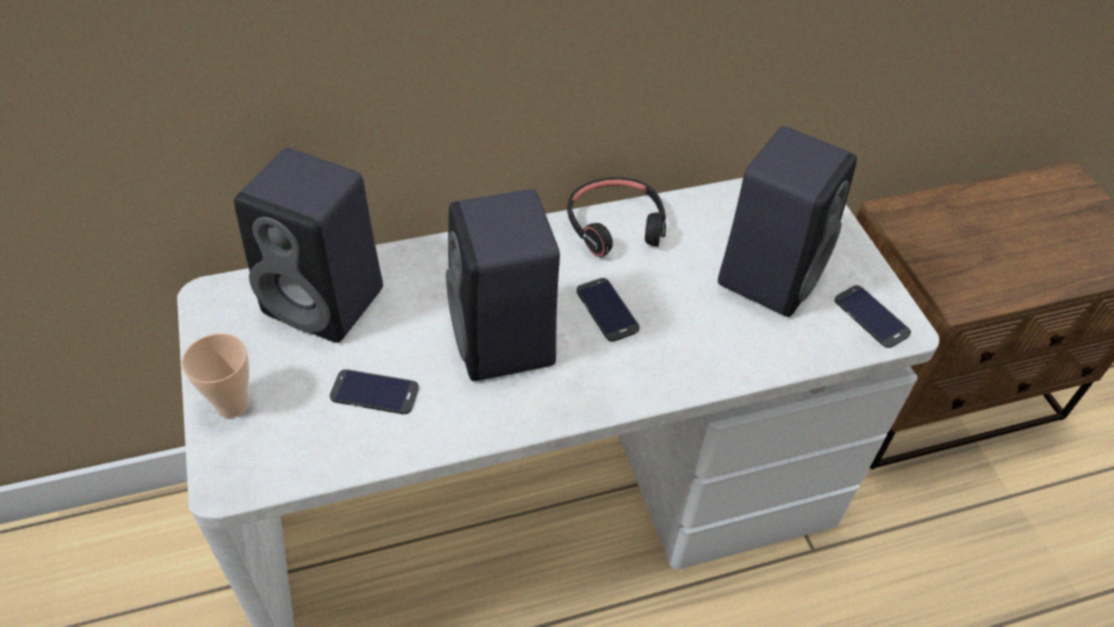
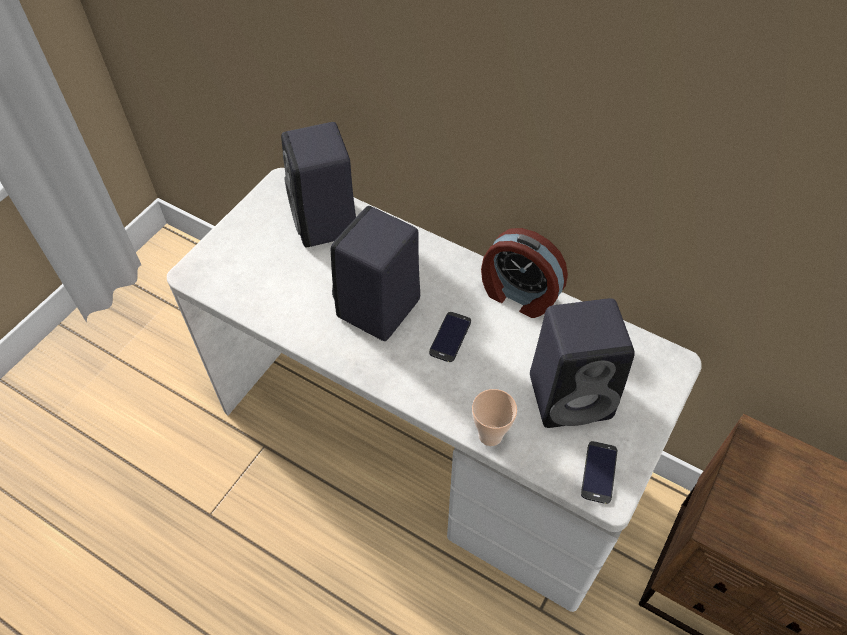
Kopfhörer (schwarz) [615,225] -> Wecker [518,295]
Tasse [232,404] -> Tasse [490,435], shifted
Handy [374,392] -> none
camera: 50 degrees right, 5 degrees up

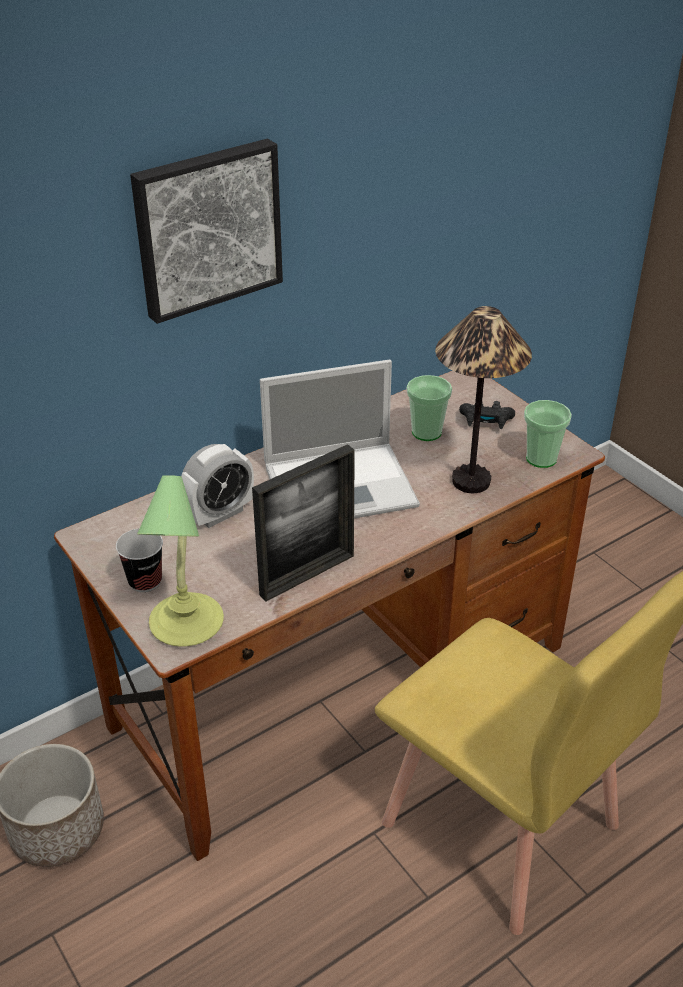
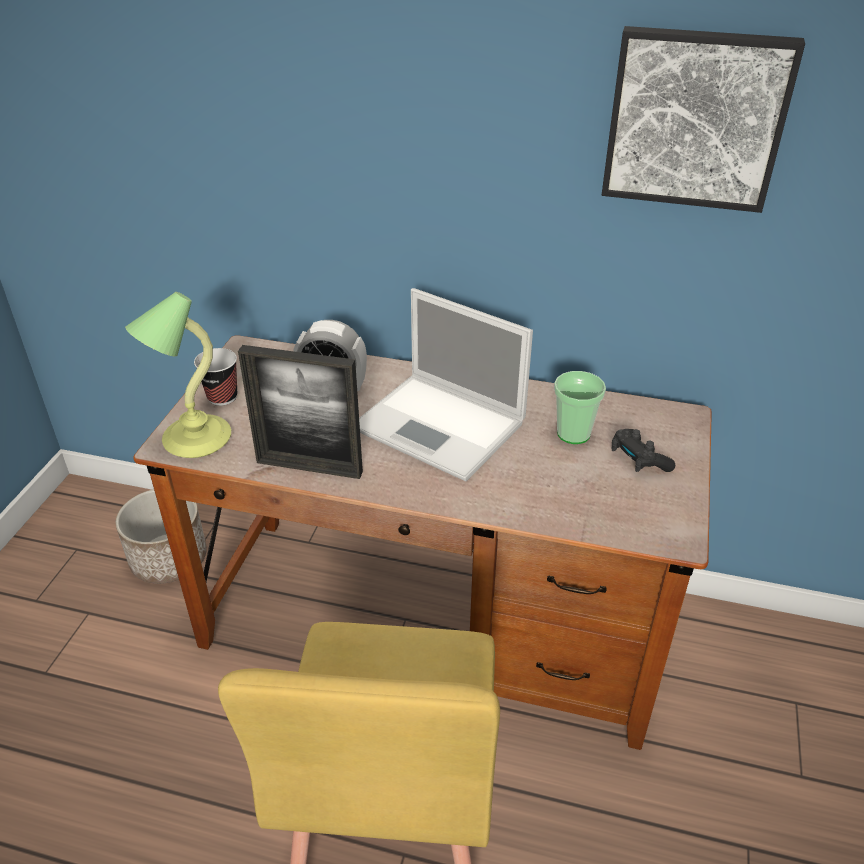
Bild [207,228] -> Bild [695,119], shifted
Tischlampe [471,482] -> none
Tasse [541,458] -> none
camera: 50 degrees right, 0 degrees up

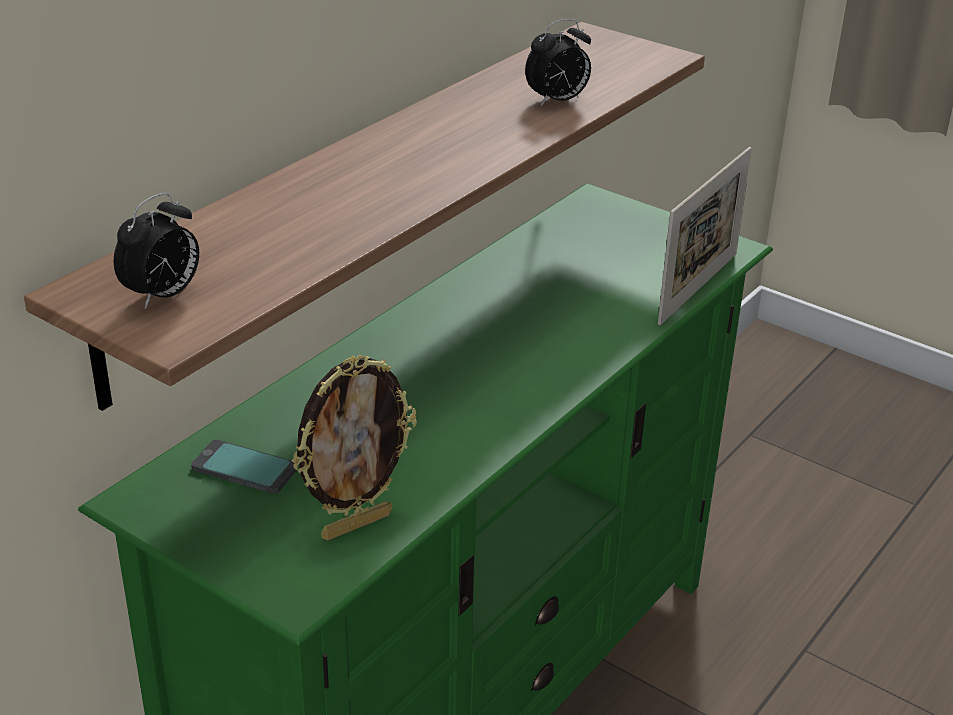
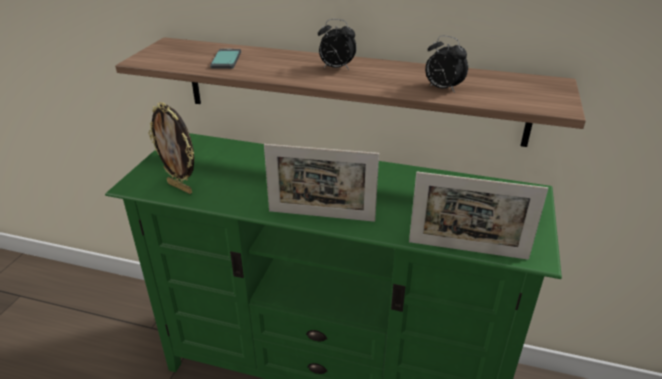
Wecker [163,296] -> Wecker [336,68], shifted
Handy [244,469] -> Handy [226,60], shifted
none -> Bilderrahmen [321,216]
camera: 70 degrees right, 0 degrees up

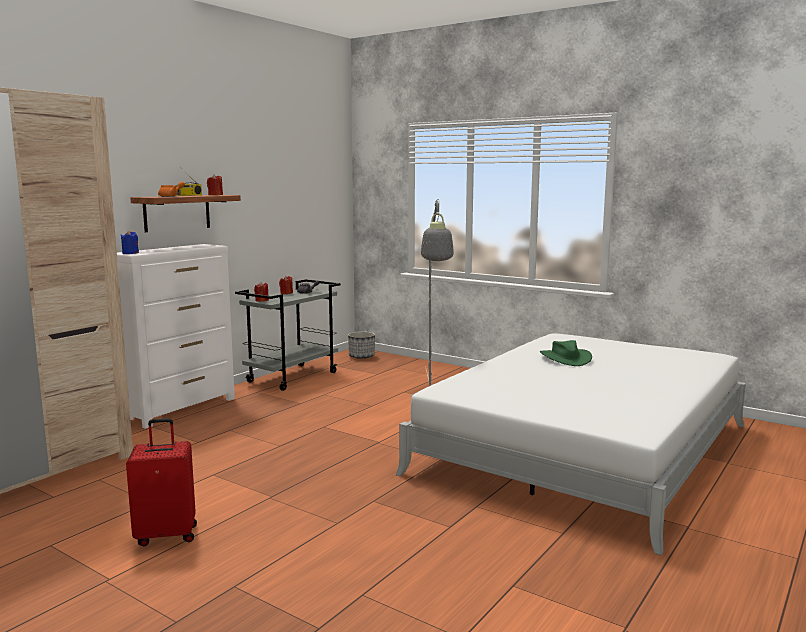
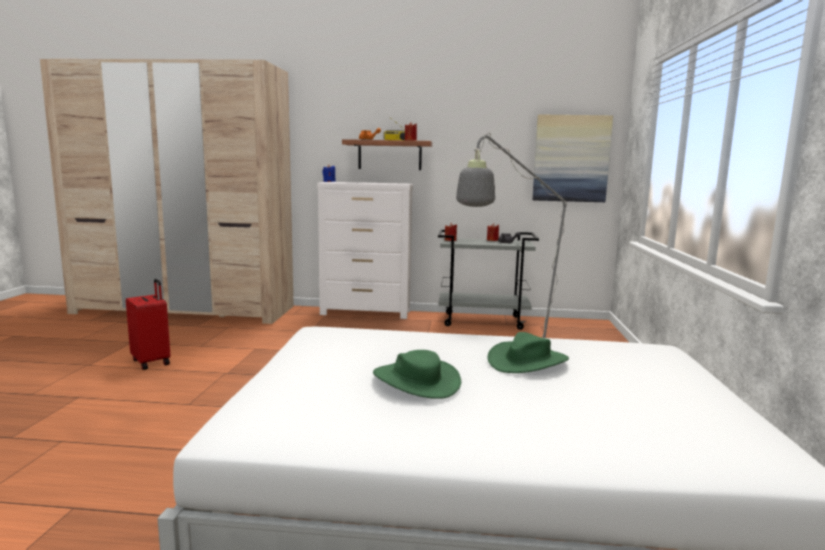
Pflanzkübel [361,356] -> none
none -> Bild [571,158]
none -> Hut (grün) [416,381]
camera: 60 degrees right, 0 degrees up

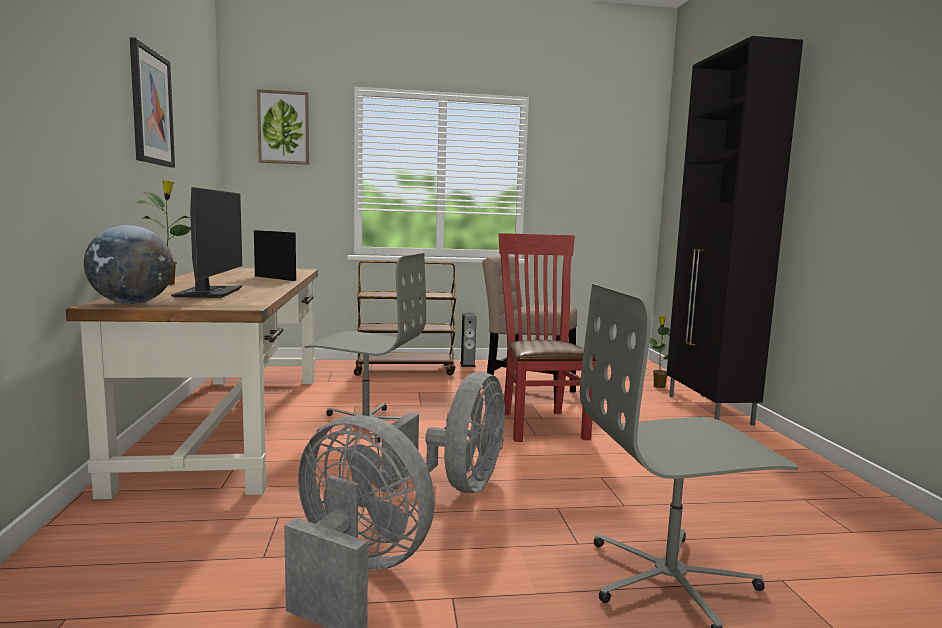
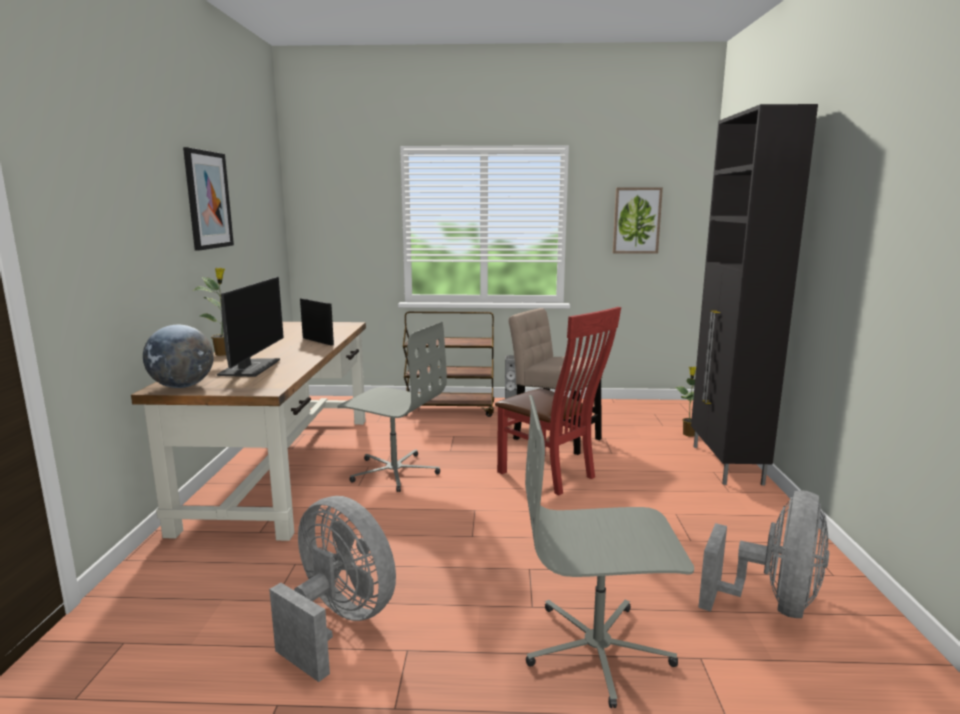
Bild [283,127] -> Bild [636,220], shifted
Stuhl (rot) [540,423] -> Stuhl (rot) [551,475], 135 degrees clockwise
Ventilator (grau) [458,486] -> Ventilator (grau) [772,604], shifted
camera: 10 degrees right, 5 degrees up

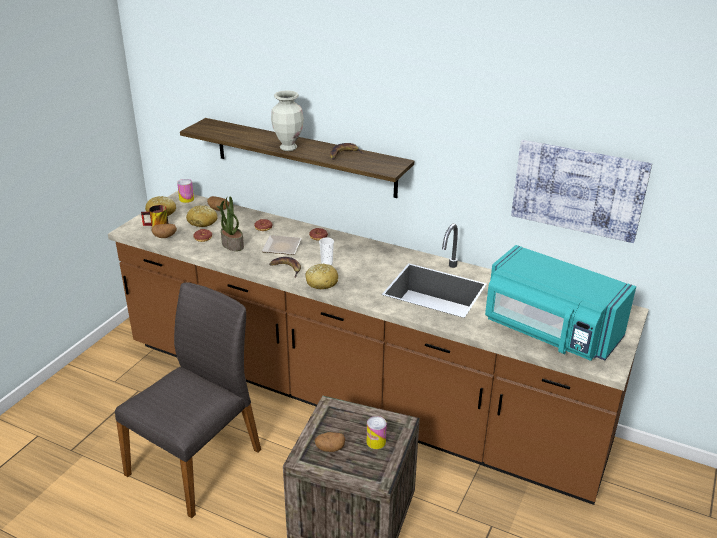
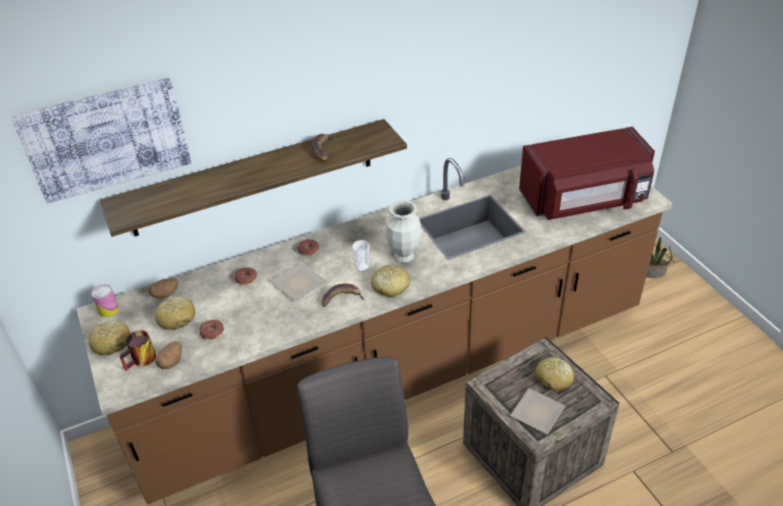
Vase [288,148] -> Vase [404,257], shifted
Bild [578,189] -> Bild [106,139], shifted
Topfpflanze [232,245] -> Topfpflanze [652,273], shifted
Mikrowelle (türkis) [549,332] -> Mikrowelle (rot) [584,201]
Dose [376,442] -> Brot [554,378]
Kartoffel [330,448] -> Teller [539,412]
camera: 50 degrees left, 10 degrees up

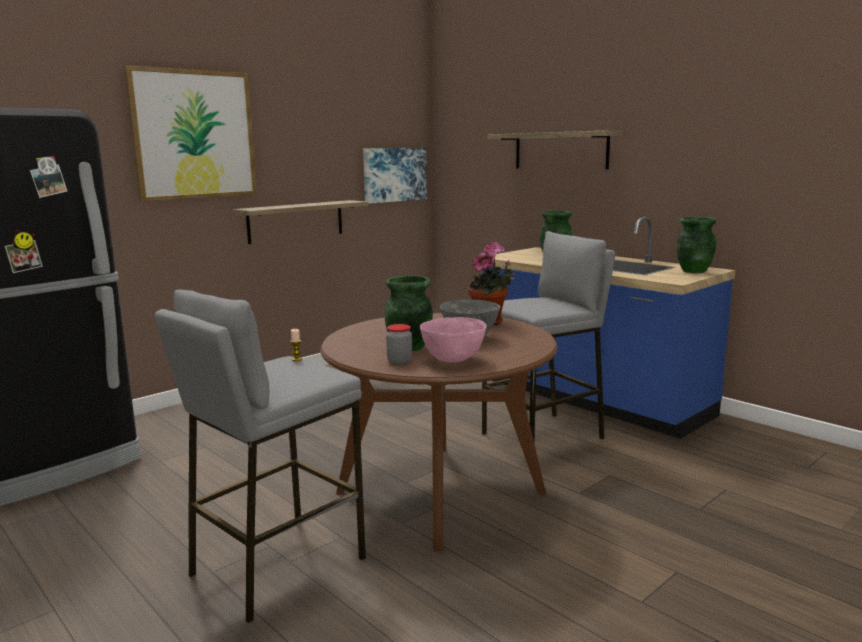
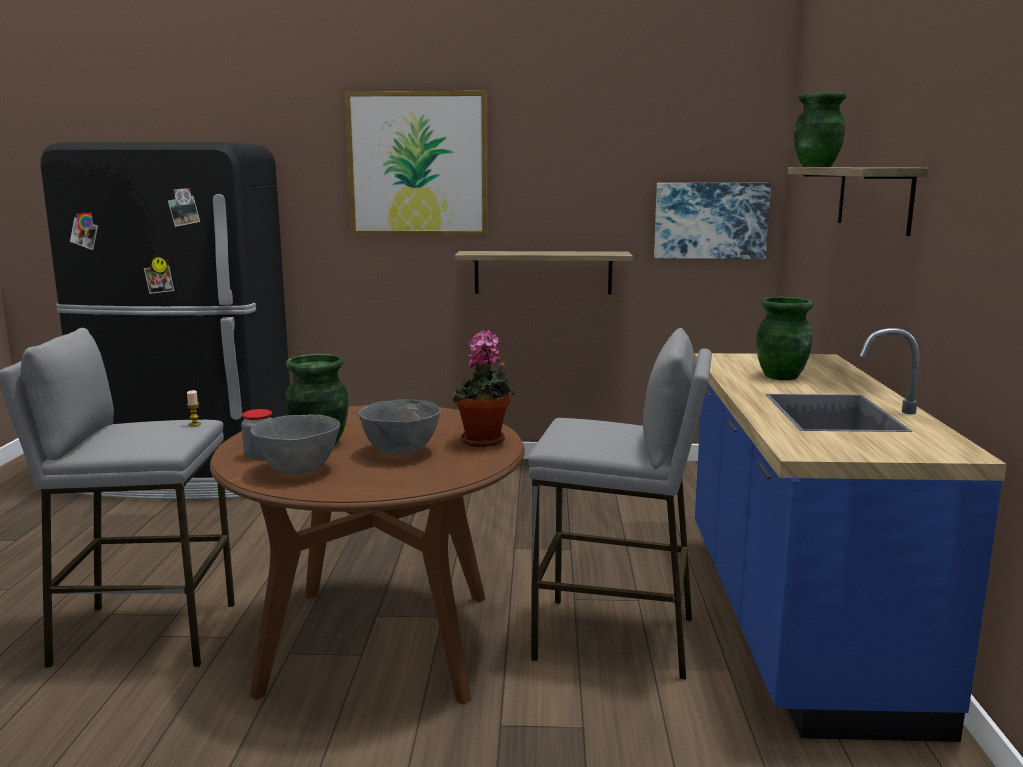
Vase (grün) [693,271] -> Vase (grün) [816,166], shifted
Schüssel (rosa) [452,360] -> Schüssel (grau) [298,470]
camera: 45 degrees right, 0 degrees up

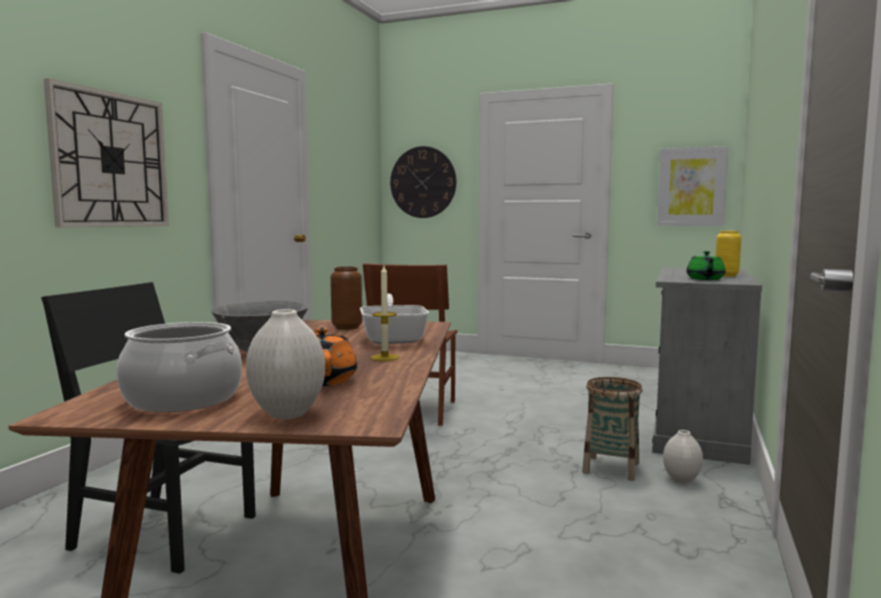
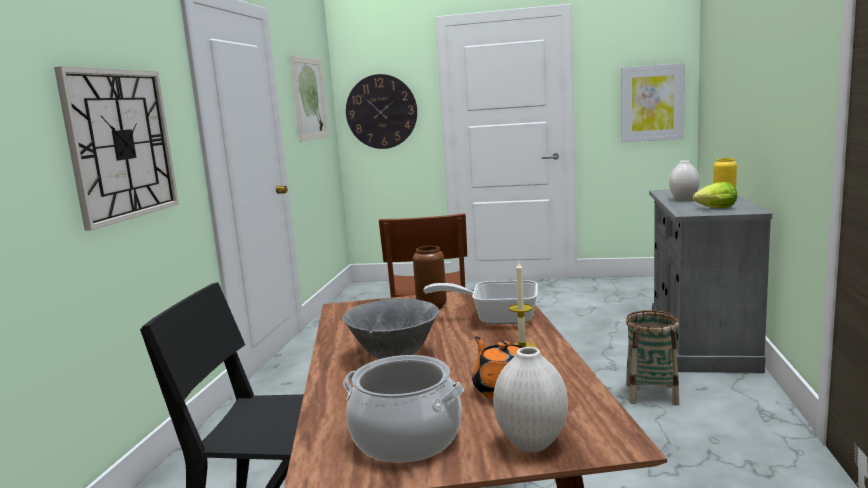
Teekanne (grün) [705,279] -> Salatkopf [714,208]
Pfanne [394,338] -> Pfanne [496,317], 60 degrees counterclockwise
Vase (weiß) [681,480] -> Vase (weiß) [683,199], shifted
none -> Bild [309,99]
camera: 10 degrees left, 5 degrees up

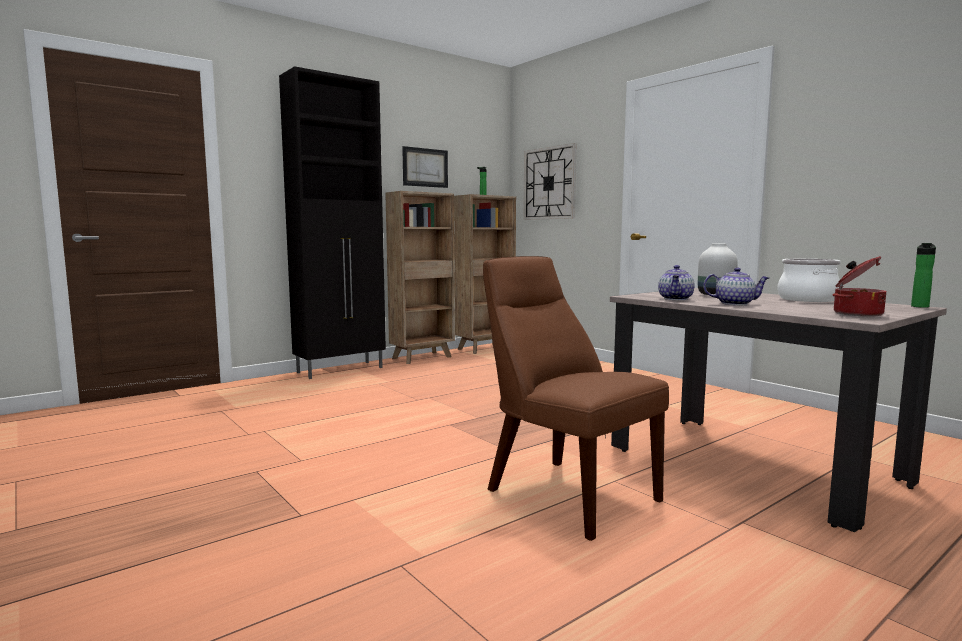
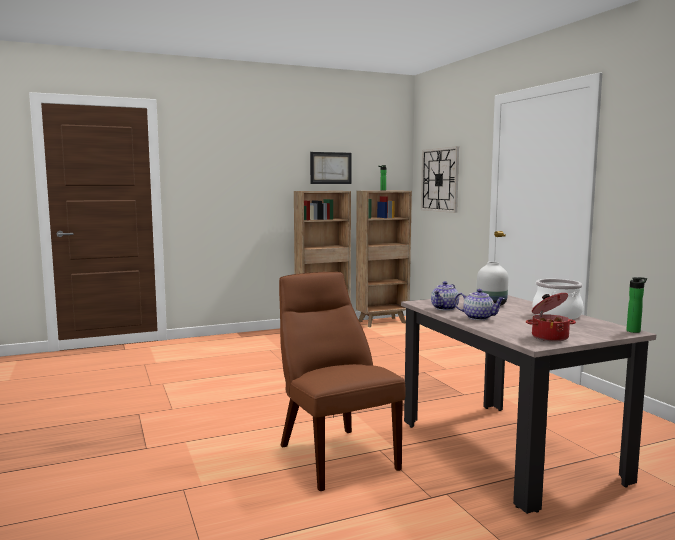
Schrank (schwarz) [341,370] -> none
camera: 15 degrees right, 0 degrees up

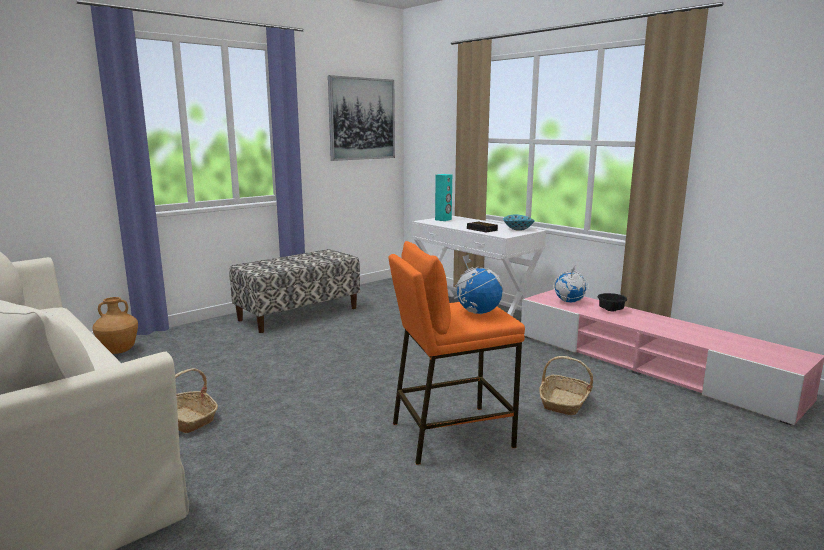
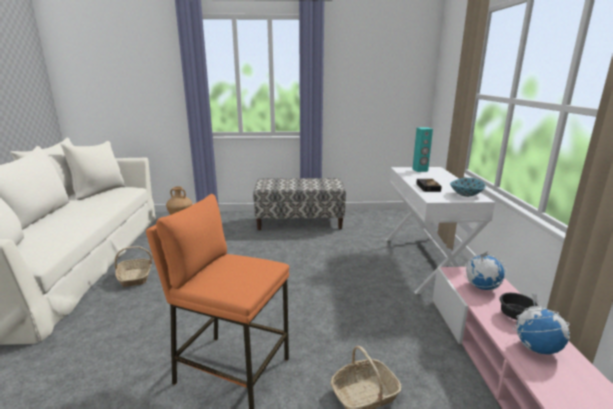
Bild [362,119] -> none
Globus [477,312] -> Globus [536,347], shifted
camera: 40 degrees right, 5 degrees up

